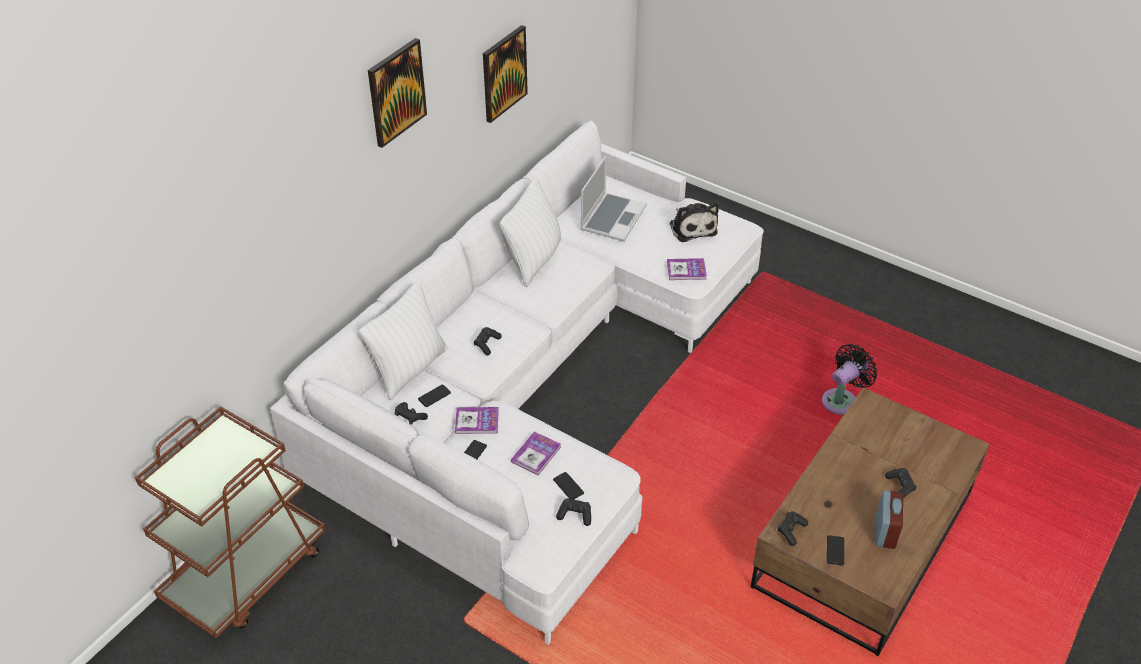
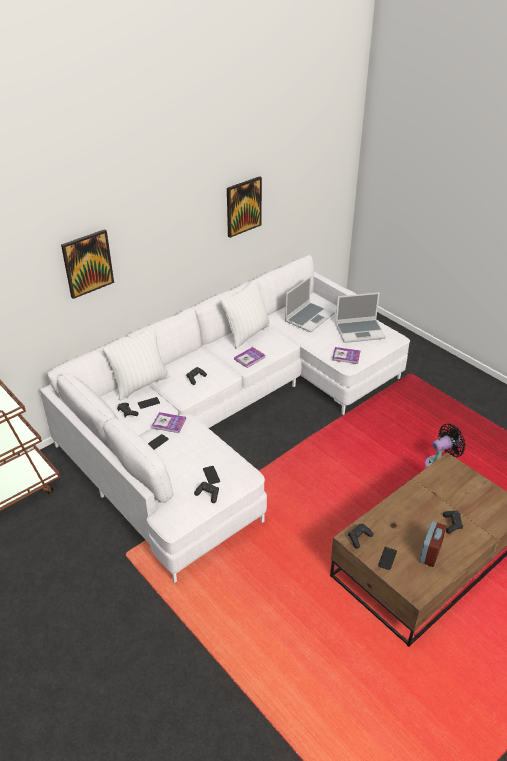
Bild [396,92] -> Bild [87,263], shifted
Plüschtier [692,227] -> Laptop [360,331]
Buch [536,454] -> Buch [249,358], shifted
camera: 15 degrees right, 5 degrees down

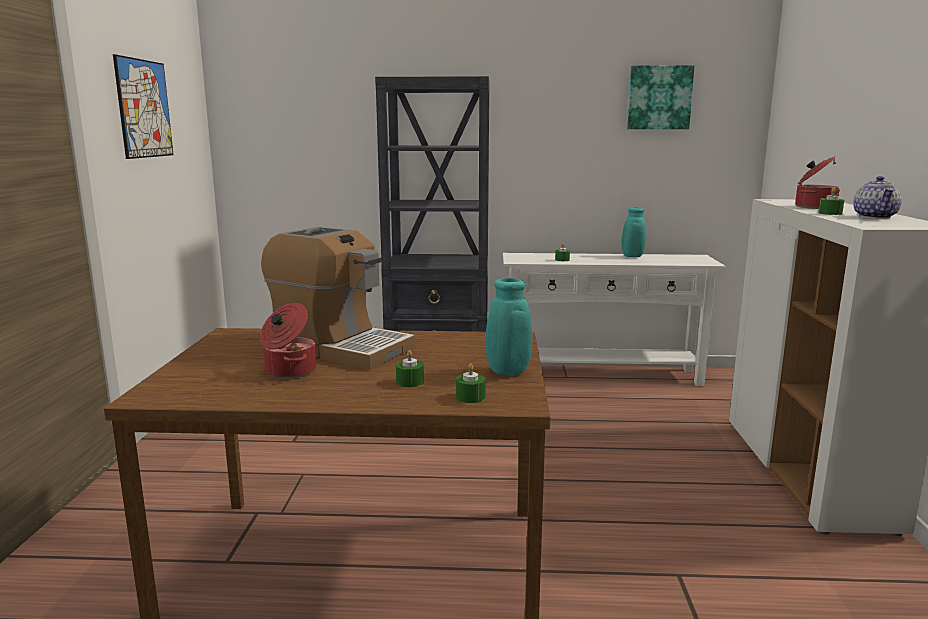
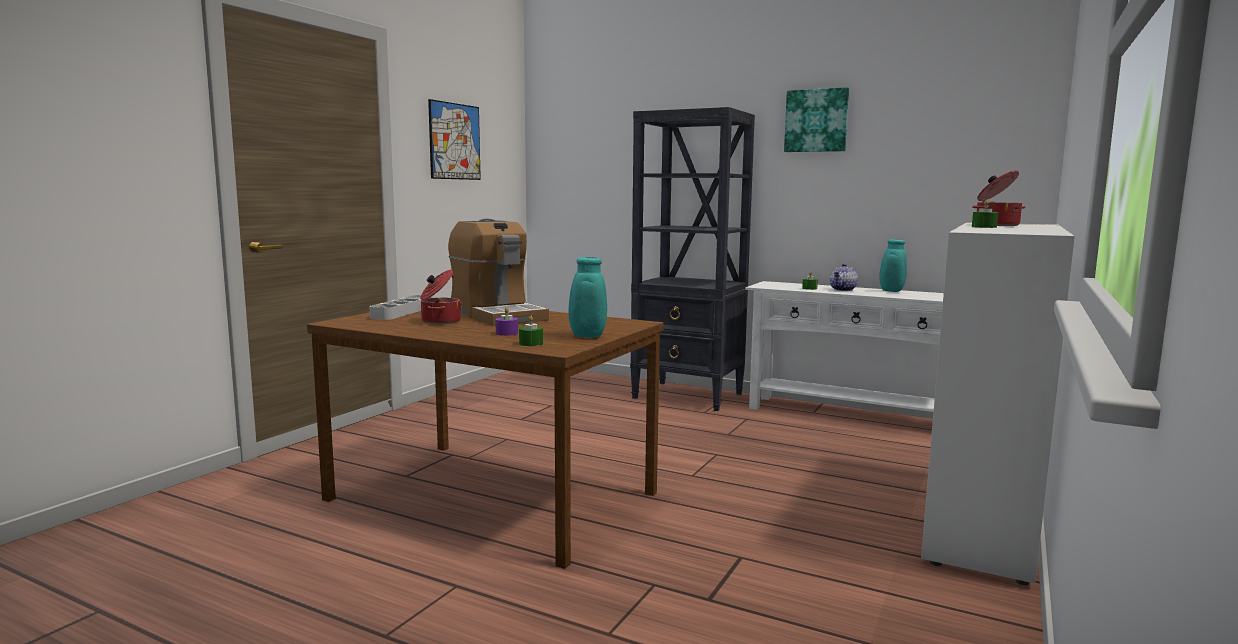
Bild [659,98] -> Bild [816,121], shifted
Teekanne [875,217] -> Teekanne [843,289], shifted
Kerze (grün) [410,382] -> Kerze (lila) [507,333]
none -> Tablett (grau) [402,312]
camera: 25 degrees right, 5 degrees down

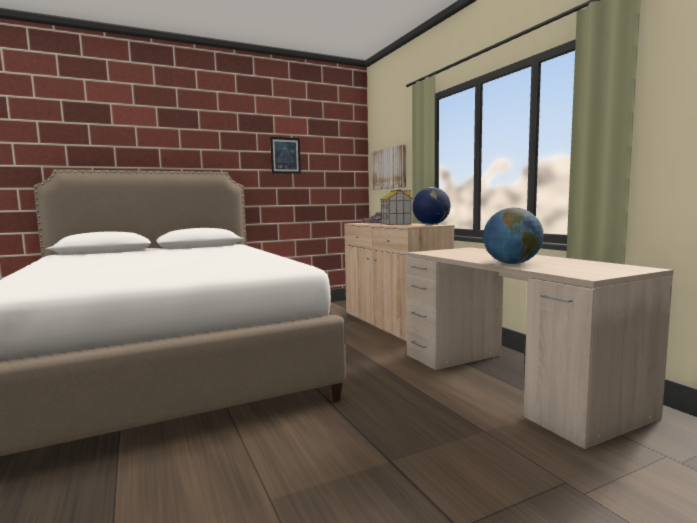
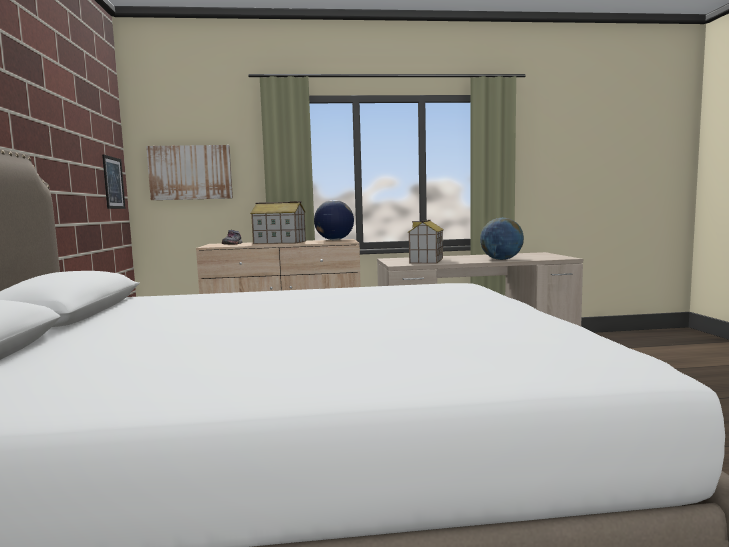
Bild [285,155] -> Bild [113,183], shifted
none -> Spielzeughaus [426,261]
camera: 70 degrees left, 0 degrees up

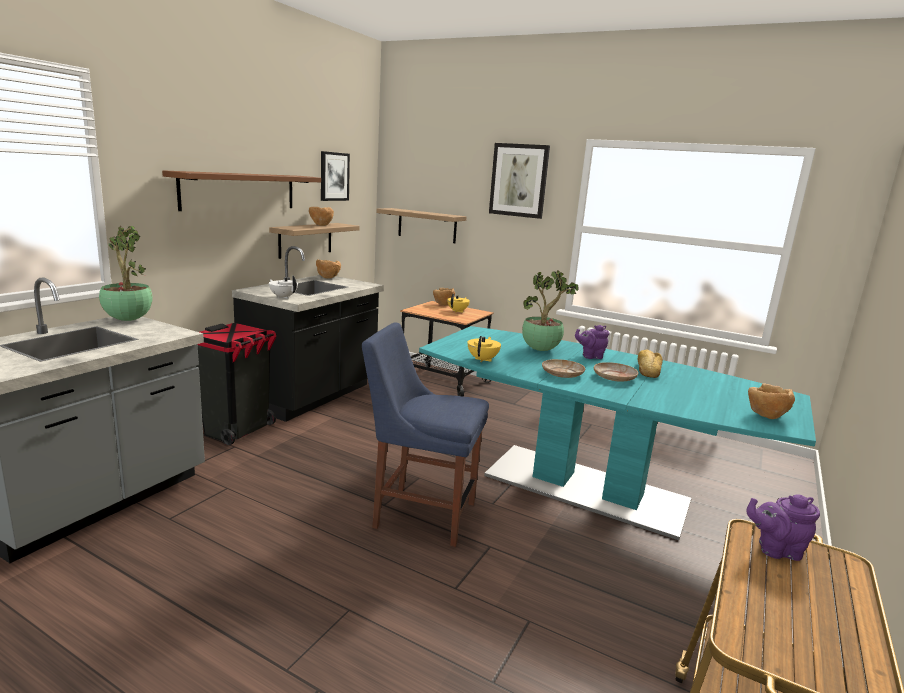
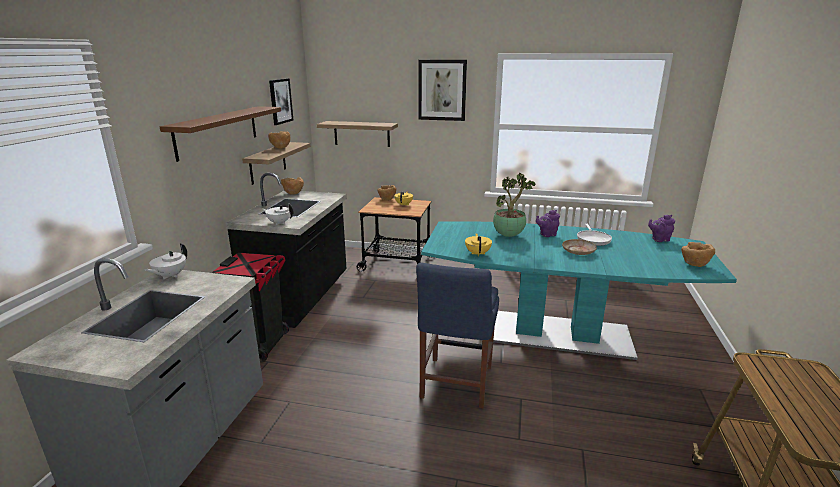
Topfpflanze [127,319] -> Teekanne (weiß) [170,276]
Stuhl (blau) [420,513] -> Stuhl (blau) [455,384], 75 degrees counterclockwise
Brot [648,369] -> Pfanne [593,239]
Teller (beige) [562,374] -> none
Teekanne (lila) [775,550] -> Teekanne (lila) [659,239], shifted
camera: 15 degrees left, 5 degrees up

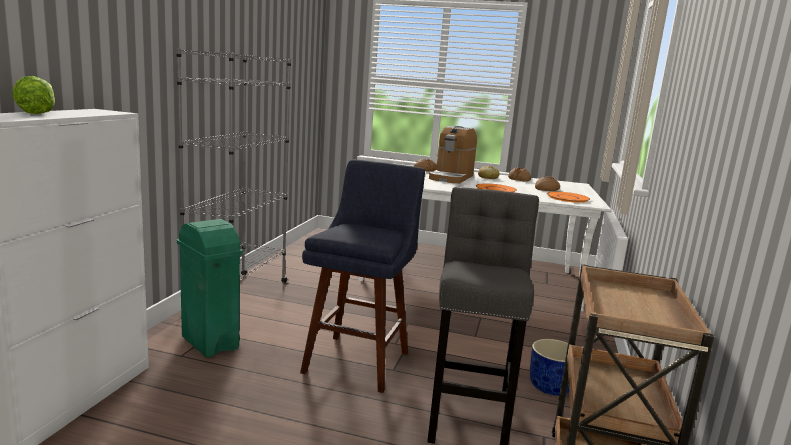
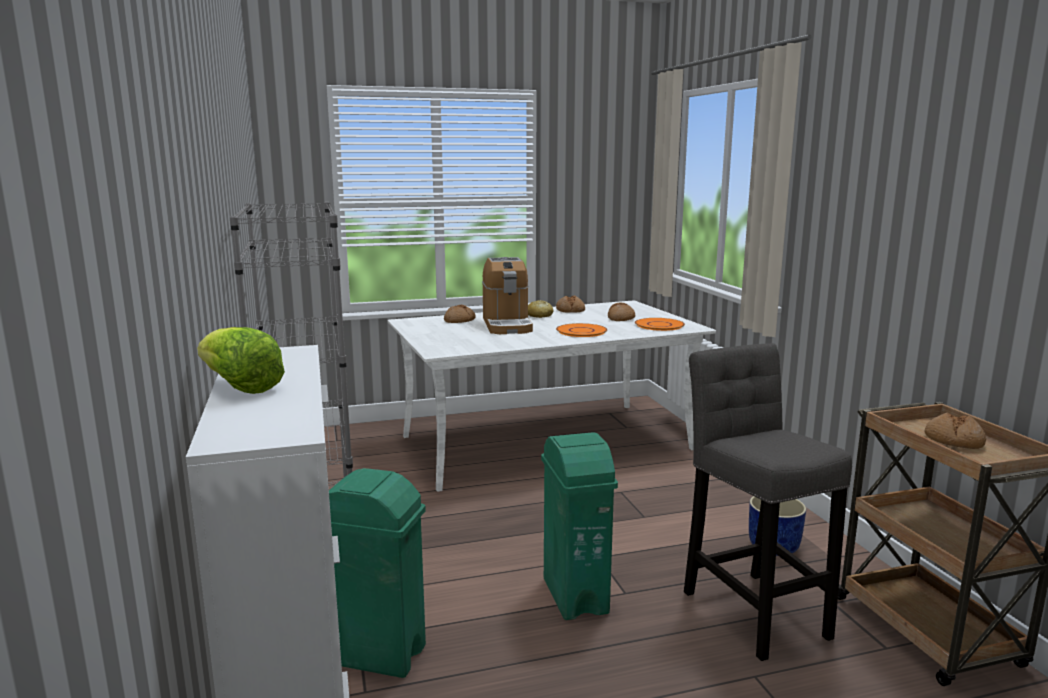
Hocker (blau) [359,359] -> Mülleimer (grün) [575,595]
none -> Brot [953,441]
camera: 30 degrees left, 0 degrees up

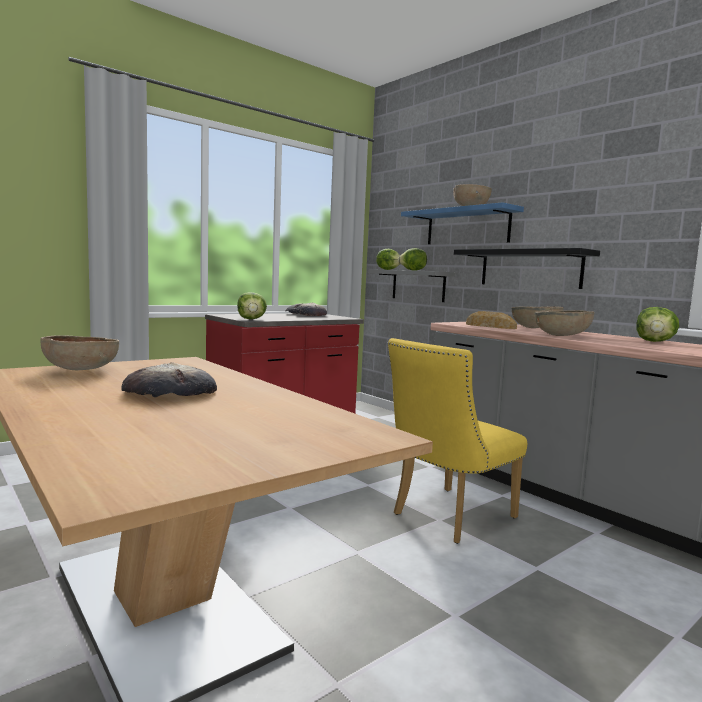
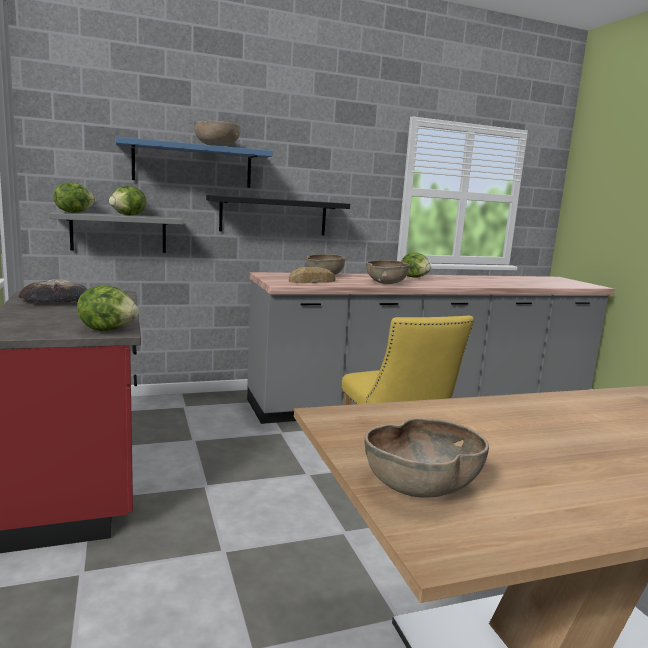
Brot [170,392] -> none
camera: 70 degrees left, 5 degrees up

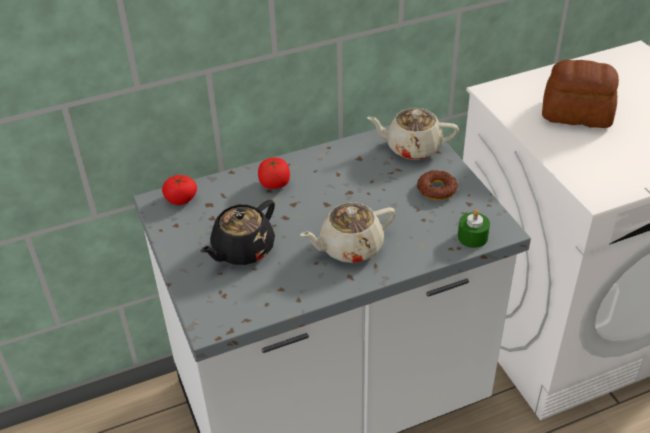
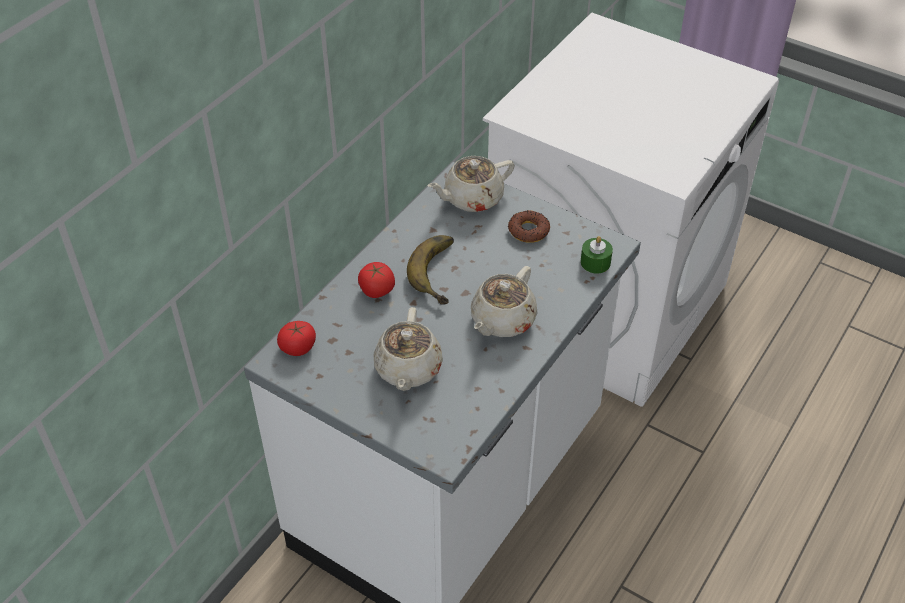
Brot [576,113] -> none
Teekanne (schwarz) [242,250] -> Teekanne (beige) [408,369]
none -> Banane [442,272]
camera: 35 degrees left, 5 degrees up

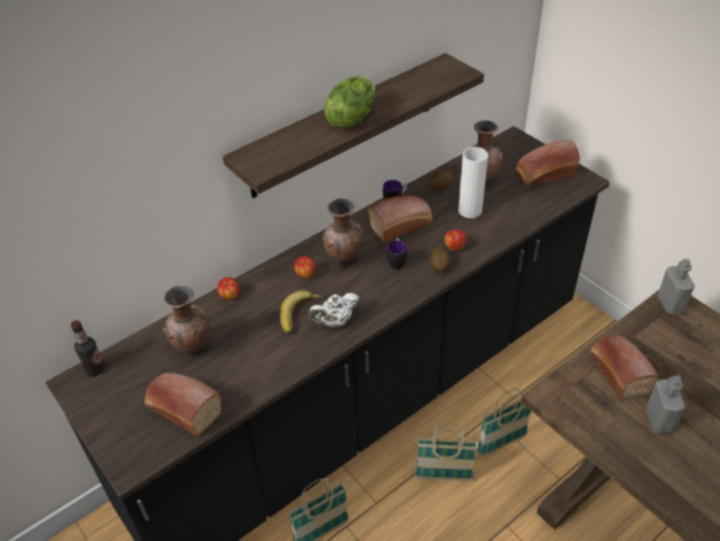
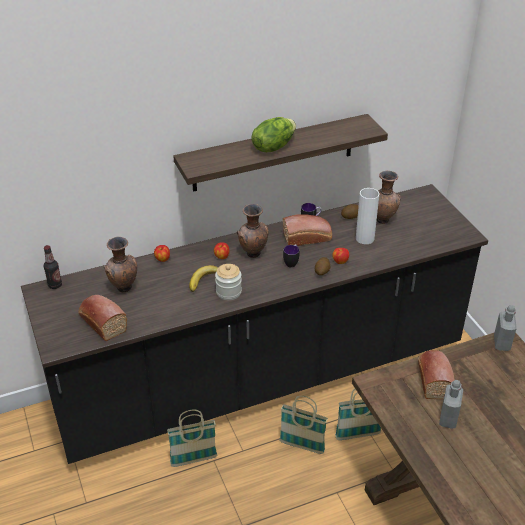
Brot [543,175] -> none
Teekanne (weiß) [335,322] -> Vorratsglas [228,292]
camera: 15 degrees right, 5 degrees down

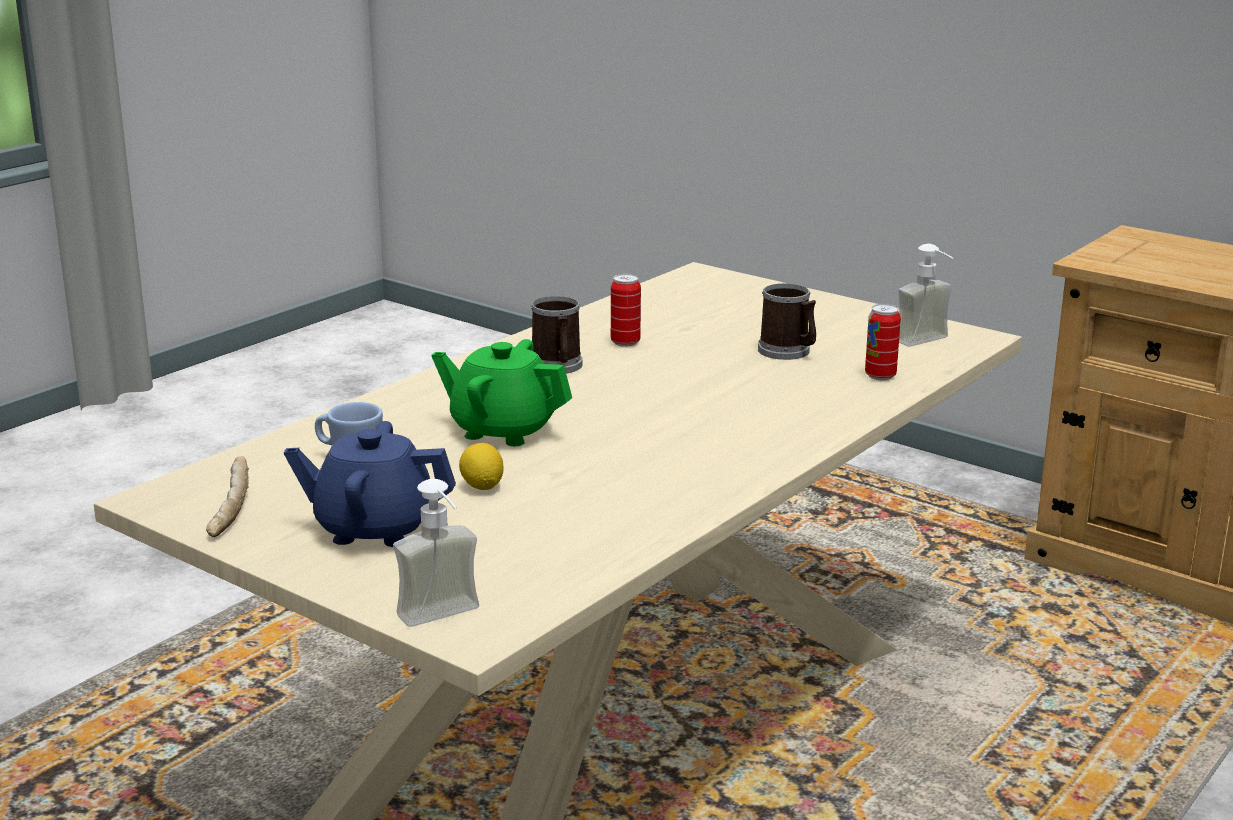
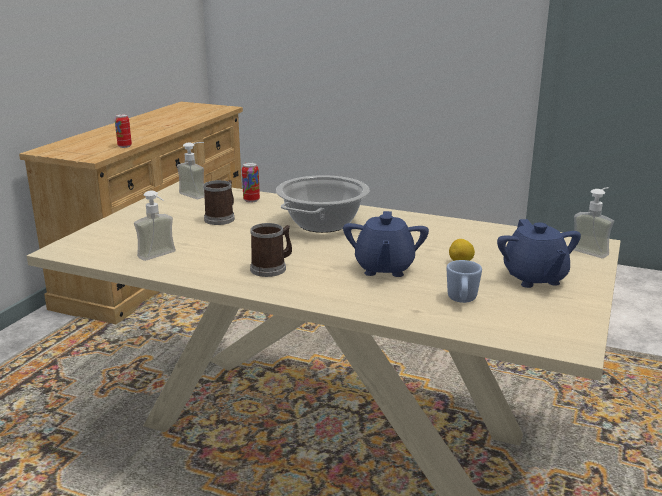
Dose [625,342] -> Dose [124,146], shifted
Teekanne (grün) [503,430] -> Teekanne (blau) [384,268]
Brot [228,509] -> none
none -> Kochtopf [323,224]
none -> Seifenspender [160,257]
camera: 105 degrees left, 0 degrees up

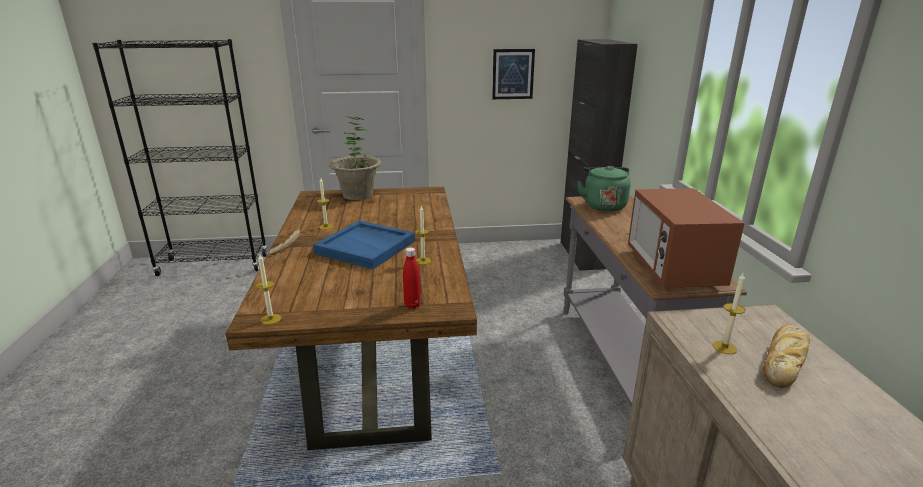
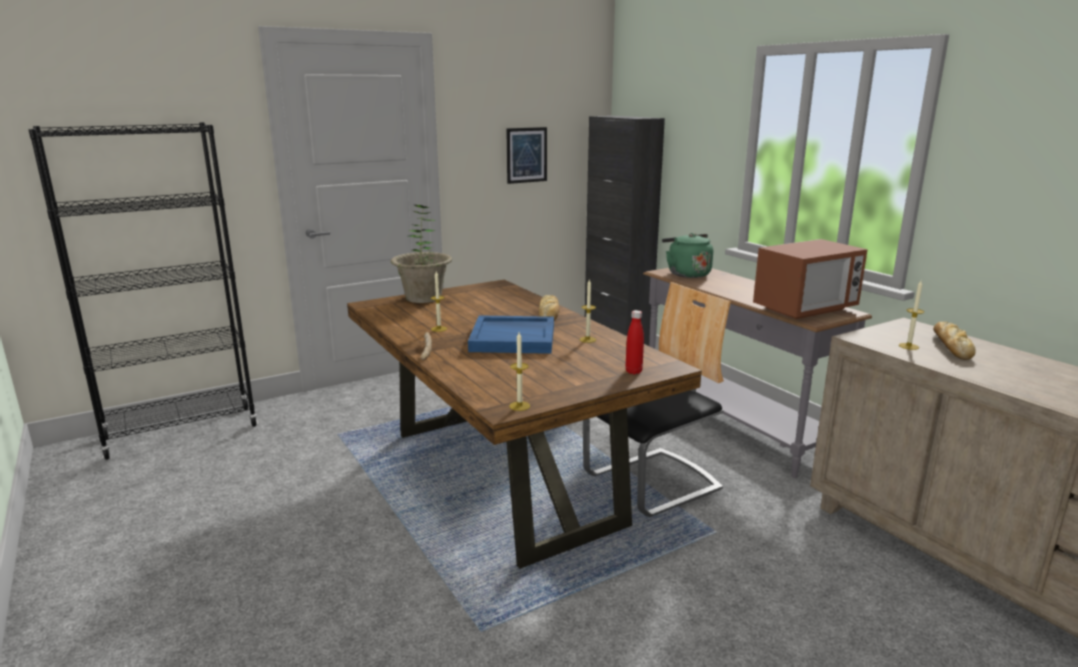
Mikrowelle [672,269] -> Mikrowelle [805,309], 90 degrees counterclockwise
none -> Stuhl [653,482]
none -> Brot [549,314]
camera: 25 degrees left, 5 degrees down

